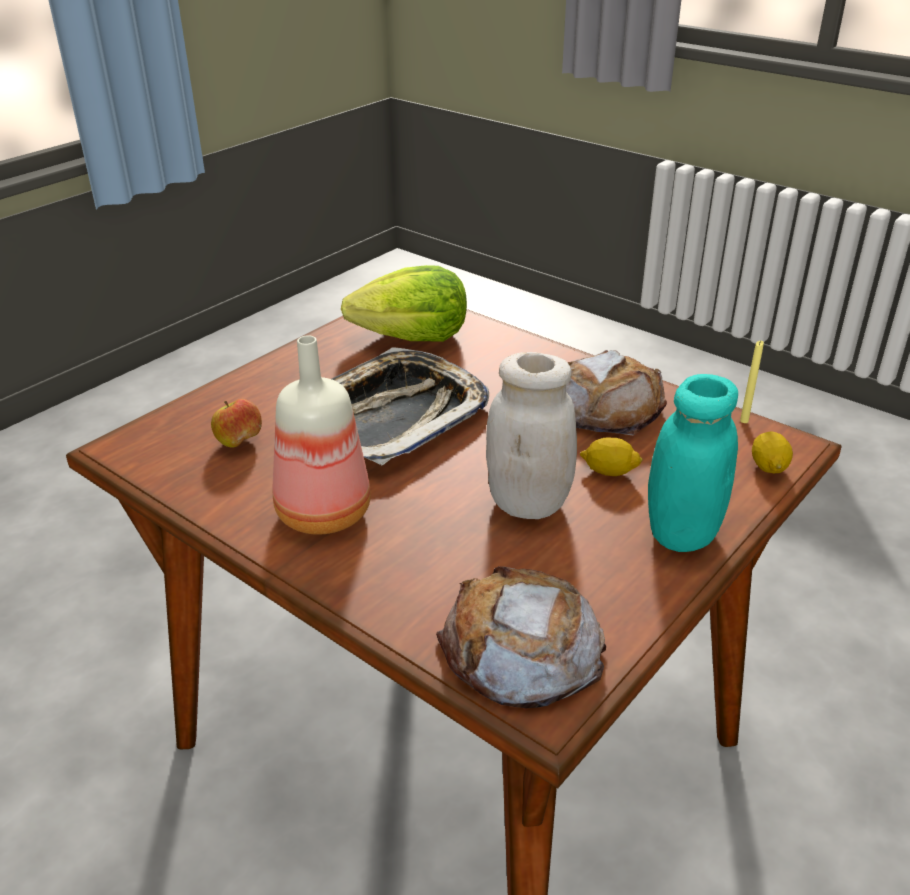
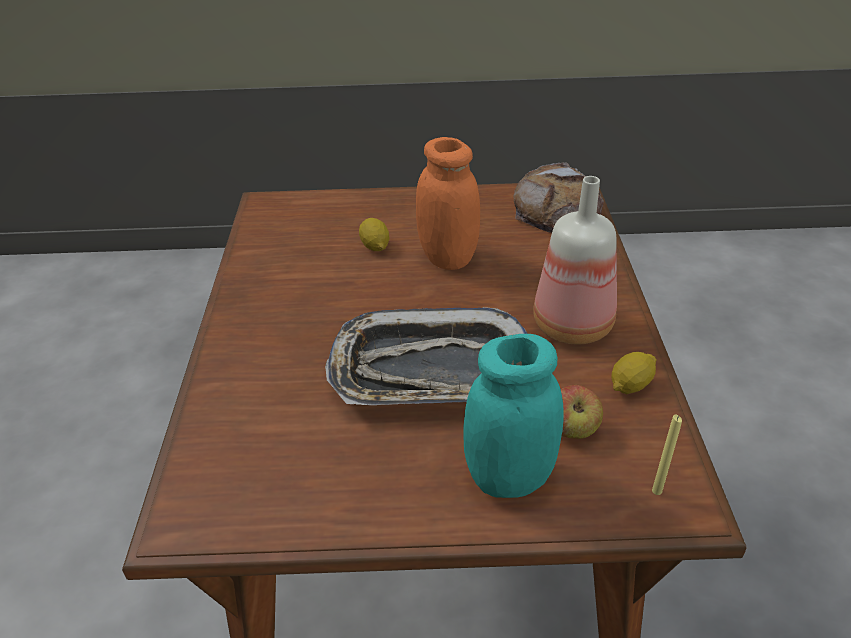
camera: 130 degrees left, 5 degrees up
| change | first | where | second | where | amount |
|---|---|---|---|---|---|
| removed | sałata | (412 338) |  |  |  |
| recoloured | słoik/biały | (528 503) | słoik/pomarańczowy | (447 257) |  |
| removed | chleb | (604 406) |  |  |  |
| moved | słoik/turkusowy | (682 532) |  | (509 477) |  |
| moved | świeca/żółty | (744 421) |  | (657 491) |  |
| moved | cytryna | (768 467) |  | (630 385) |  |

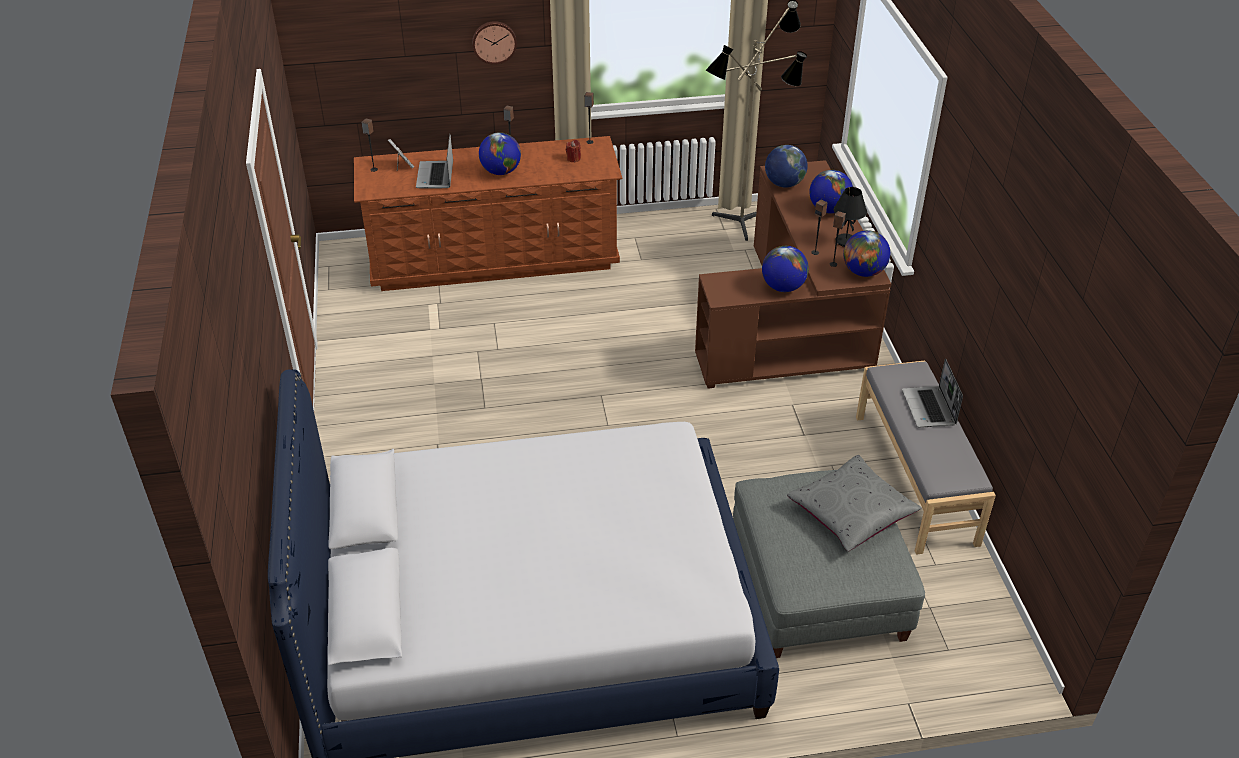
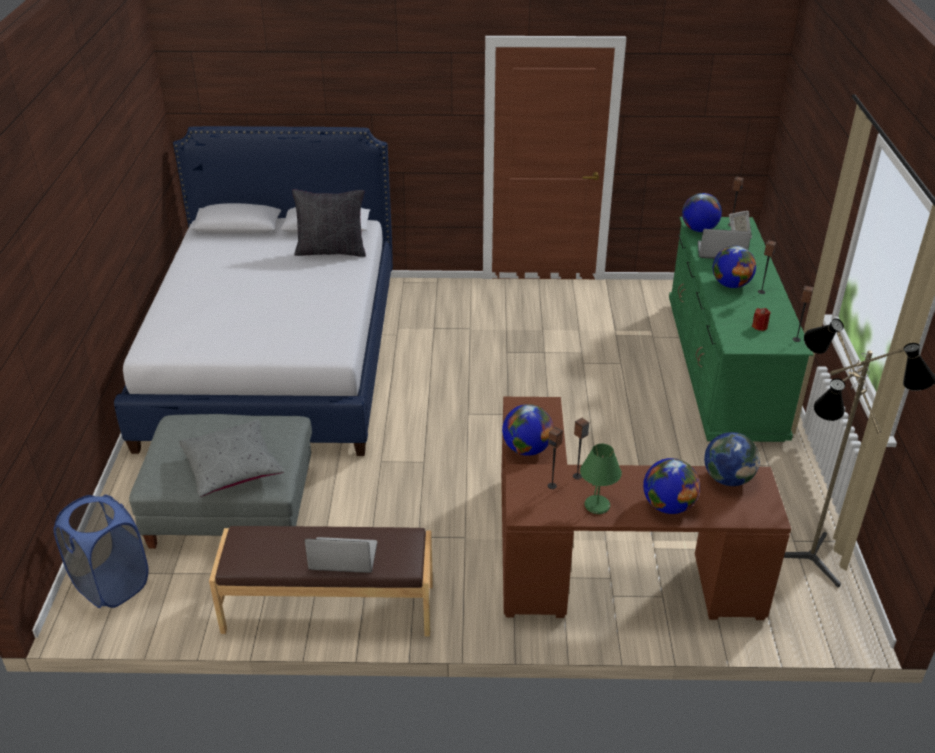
camera: 100 degrees right, 5 degrees down
| change | first | where | second | where | amount |
|---|---|---|---|---|---|
| recoloured | komoda/brązowy | (494 259) | komoda/zielony | (722 369) |  |
| removed | zegar ścienny | (494 41) |  |  |  |
| recoloured | lampa stołowa/czarny | (846 241) | lampa stołowa/zielony | (597 506) |  |
| moved | globus | (863 272) |  | (699 229) |  |
| recoloured | ławka/szary | (916 478) | ławka/brązowy | (329 608) |  |
| added |  |  | kosz na pranie/niebieski | (111 584) |  |
| added |  |  | poduszka/czarny | (331 251) |  |

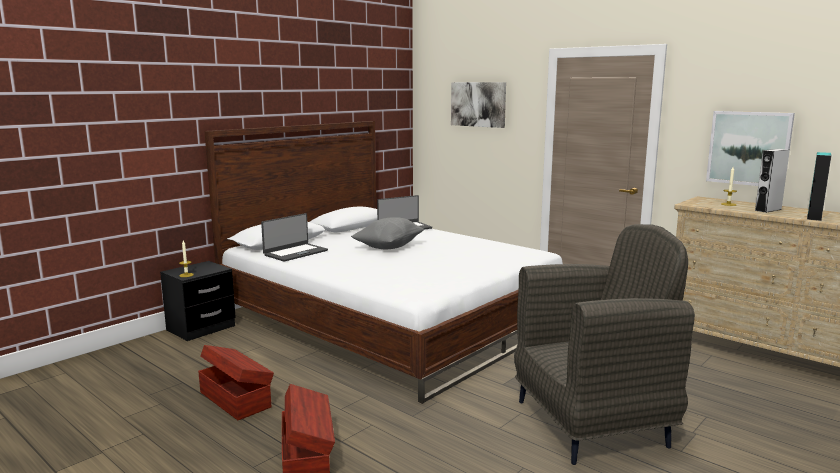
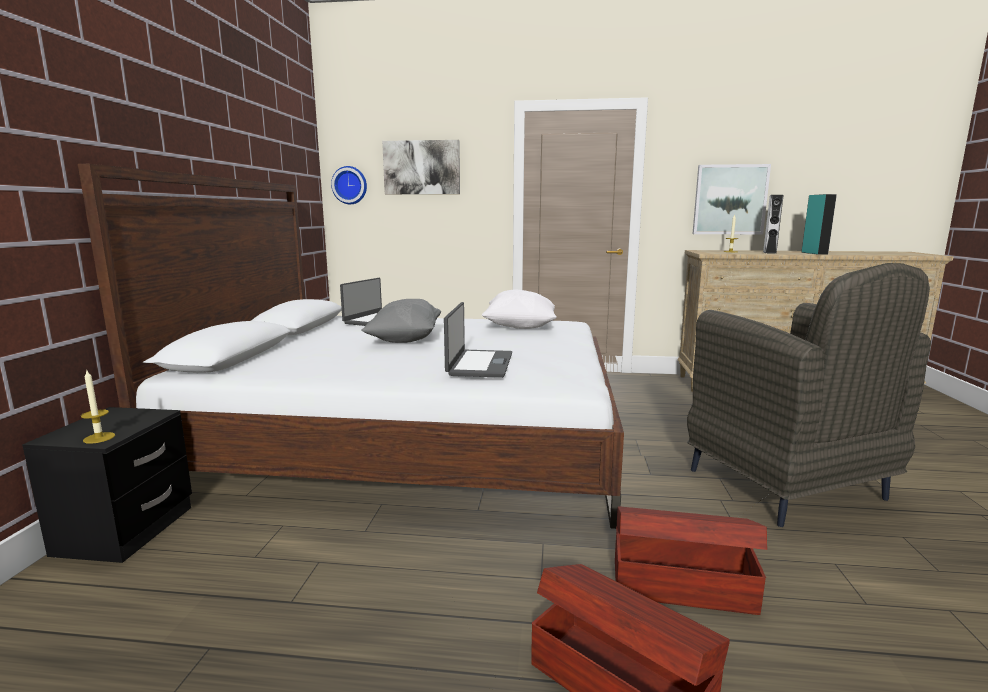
camera: 35 degrees left, 0 degrees up
| change | first | where | second | where | amount |
|---|---|---|---|---|---|
| moved | pojemnik do przechowywania/brązowy | (236 399) |  | (680 584) |  |
| moved | laptop | (295 253) |  | (479 364) |  |
| turned | fotel/szary | (593 423) |  | (787 486) | 120 degrees clockwise |
| added |  |  | zegar ścienny | (350 185) |  |
| added |  |  | poduszka/biały | (519 327) |  |

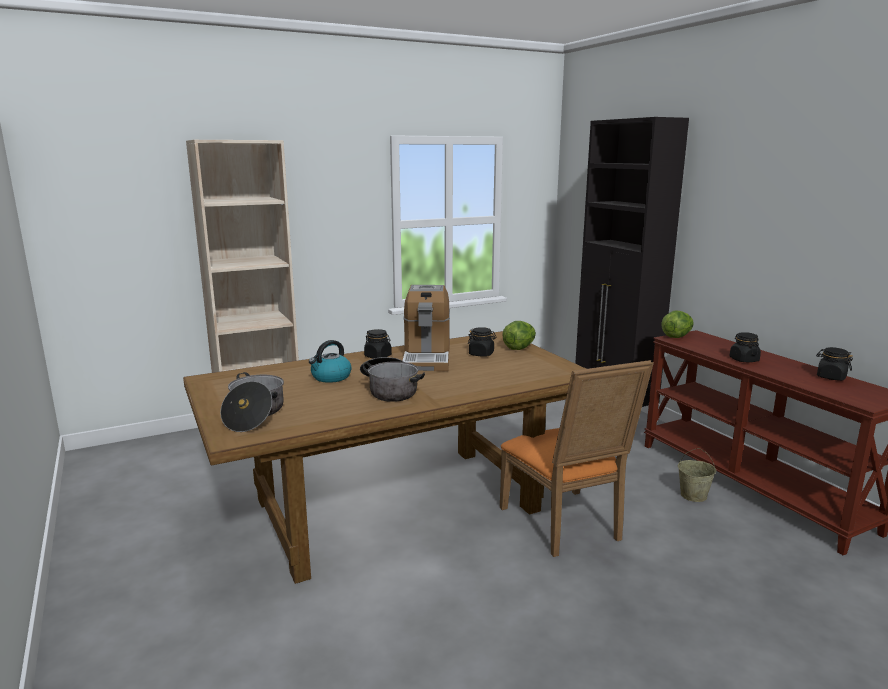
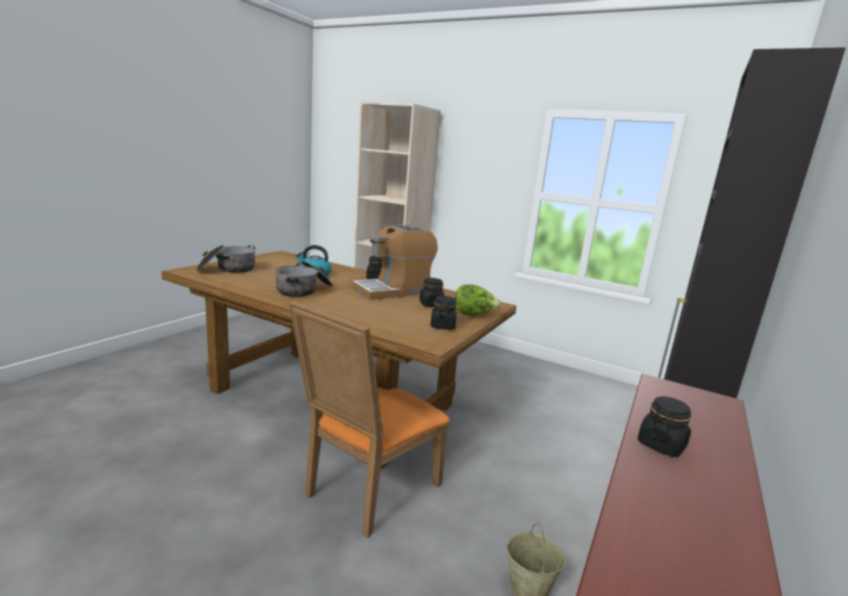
camera: 55 degrees right, 0 degrees up
| change | first | where | second | where | amount |
|---|---|---|---|---|---|
| removed | sałata | (677 336) |  |  |  |
| moved | słoik/czarny | (831 377) |  | (442 326) |  |

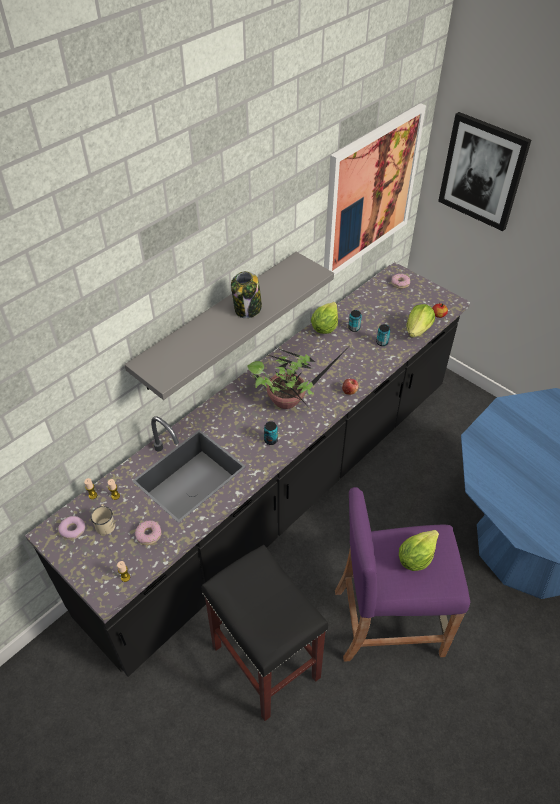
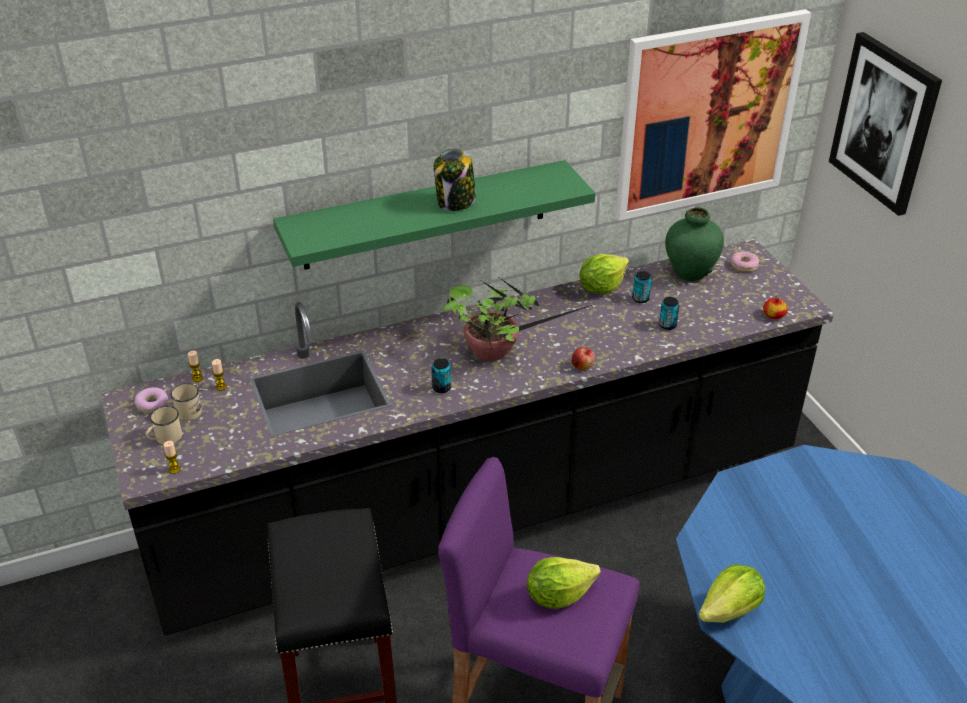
camera: 25 degrees right, 10 degrees down
| change | first | where | second | where | amount |
|---|---|---|---|---|---|
| recoloured | półka/szary | (218 321) | półka/zielony | (425 215) |  |
| removed | donut | (149 535) |  |  |  |
| moved | sałata | (418 330) |  | (730 610) |  |
| added |  |  | kubek/beżowy | (165 438) |  |
| added |  |  | wazon/zielony | (690 273) |  |

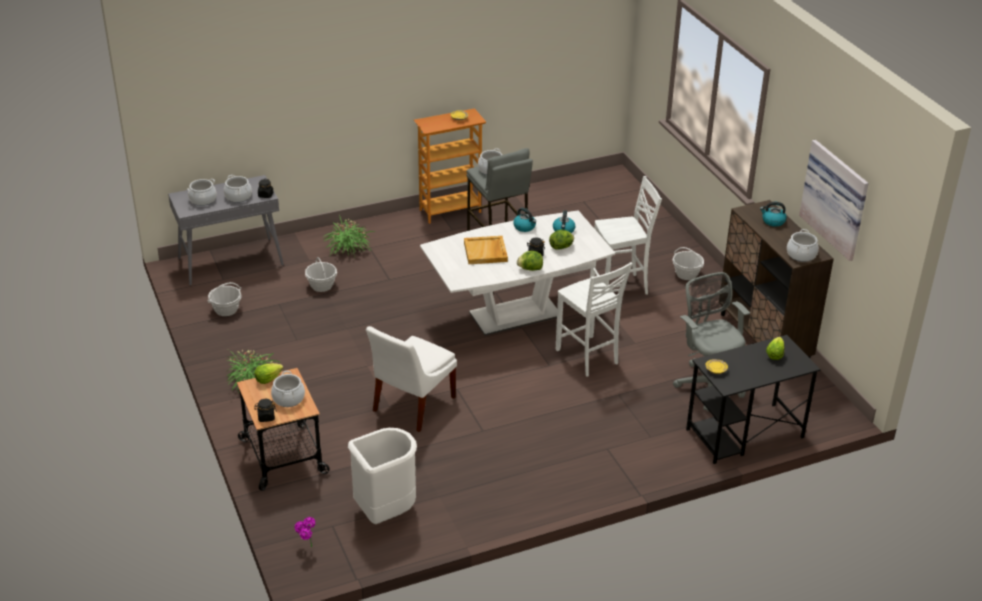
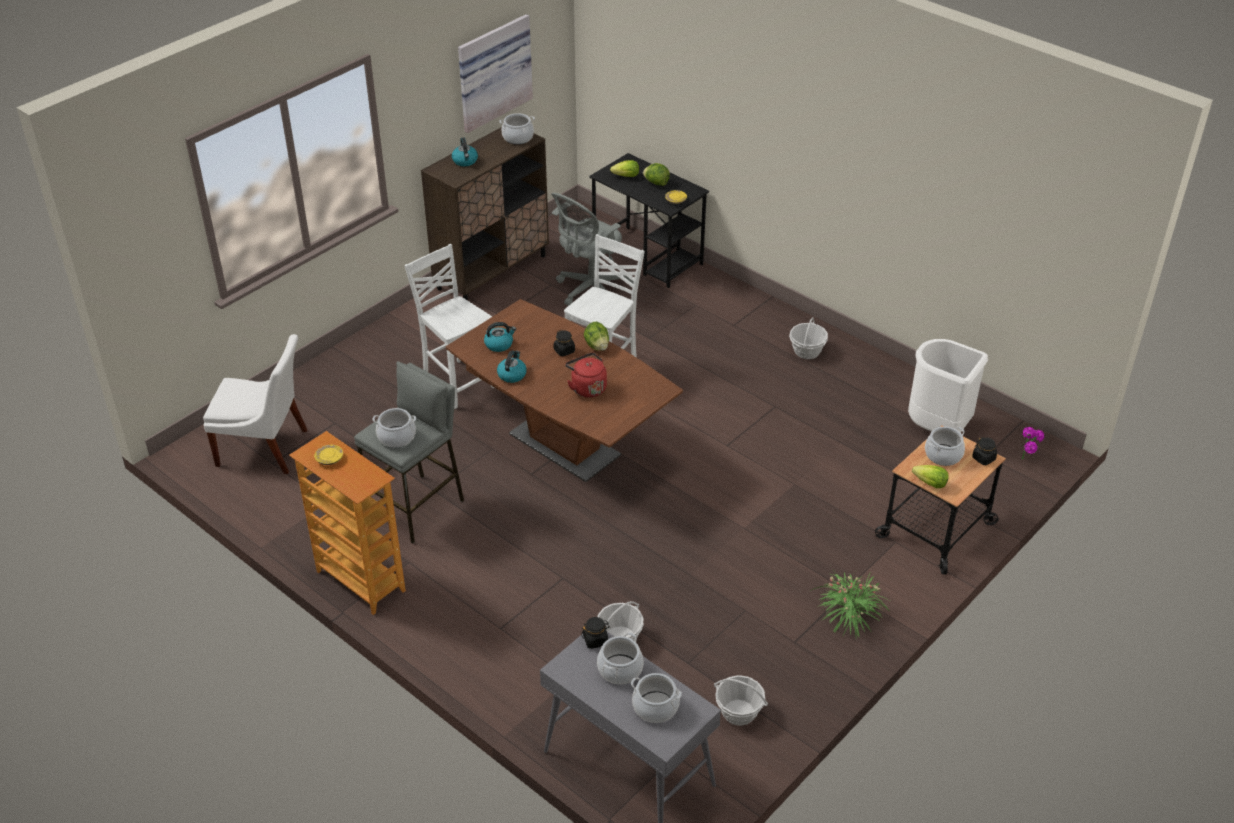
camera: 115 degrees left, 5 degrees up
| change | first | where | second | where | amount |
|---|---|---|---|---|---|
| removed | roślina doniczkowa | (348 248) |  |  |  |
| moved | krzesło/biały | (411 406) |  | (266 449) |  |
| recoloured | stół jadalny/biały | (515 315) | stół jadalny/brązowy | (564 445) |  |
| replaced | taca/beżowy | (486 252) | czajnik/czerwony | (587 388) |  |
| moved | sałata | (561 247) |  | (656 183) |  |
| moved | koszyk | (686 274) |  | (807 351) |  |

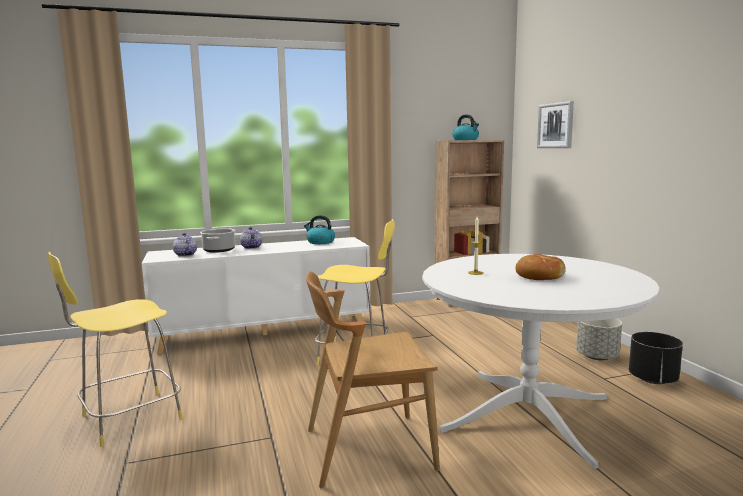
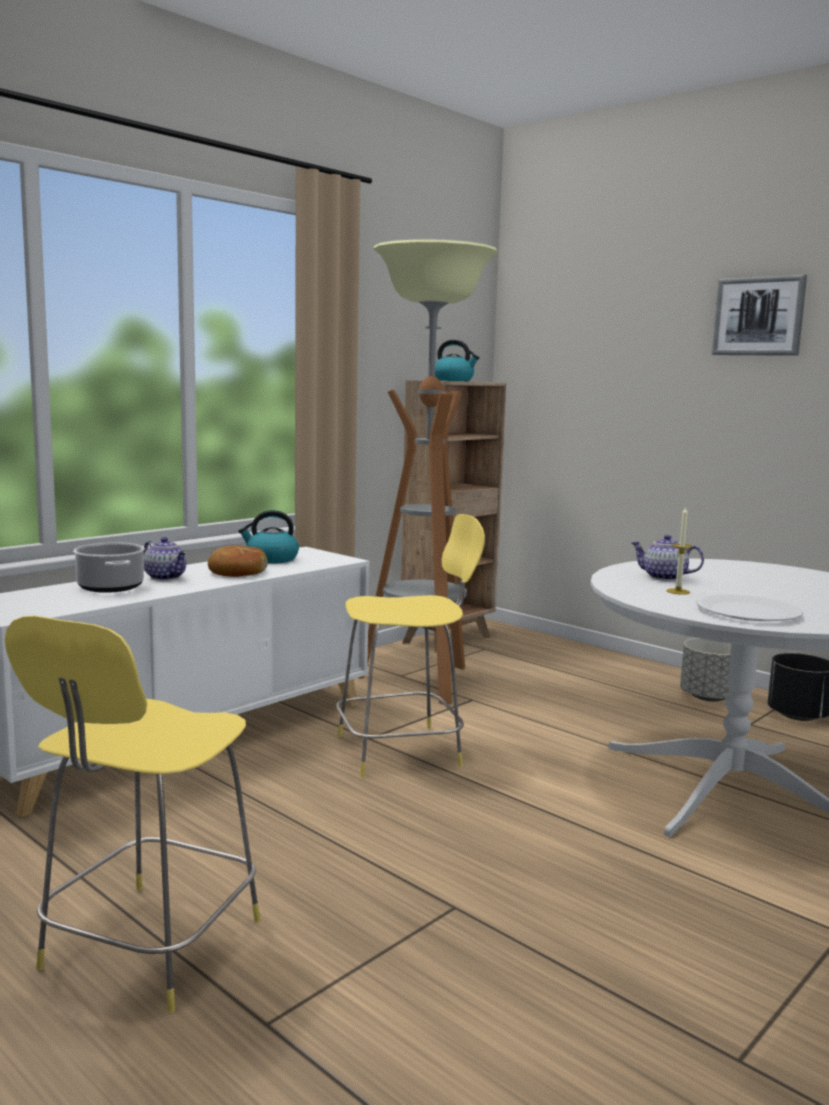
camera: 30 degrees left, 0 degrees up
| change | first | where | second | where | amount |
|---|---|---|---|---|---|
| moved | imbryk | (185 255) |  | (663 577) |  |
| removed | krzesło/brązowy | (368 448) |  |  |  |
| moved | chleb | (539 276) |  | (237 572) |  |
| moved | obraz | (556 125) |  | (758 316) |  |
| added |  |  | lampa stojąca | (422 682) |  |
| added |  |  | talerz/biały | (747 611) |  |

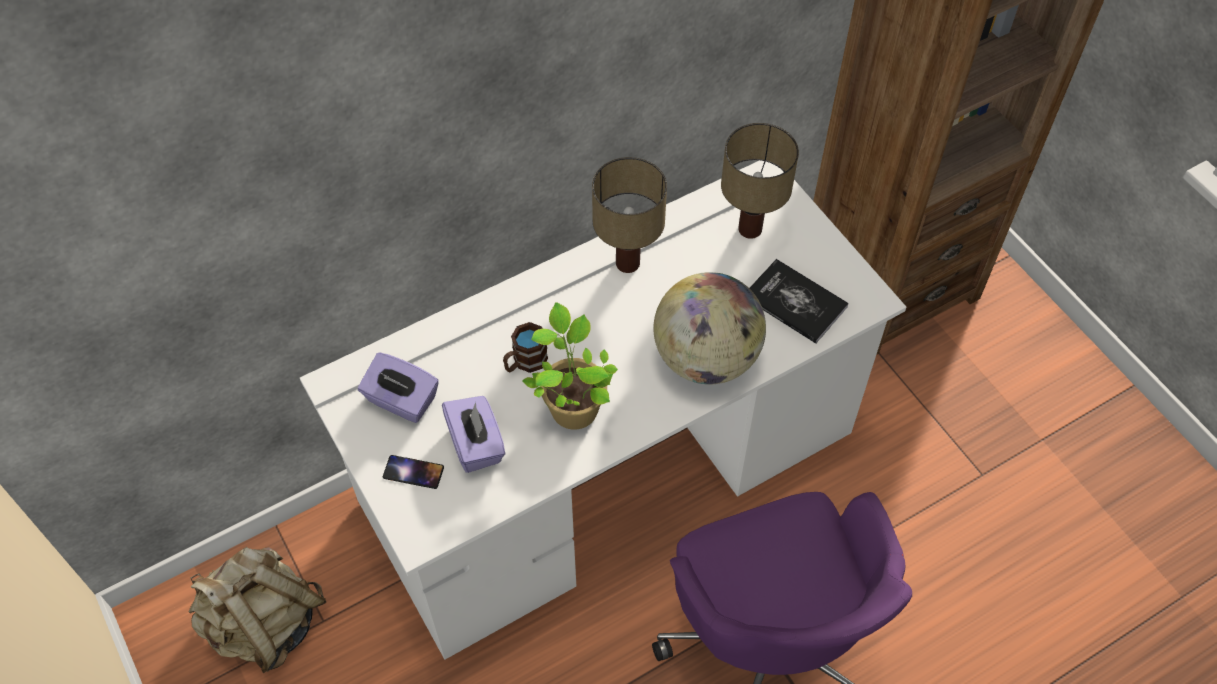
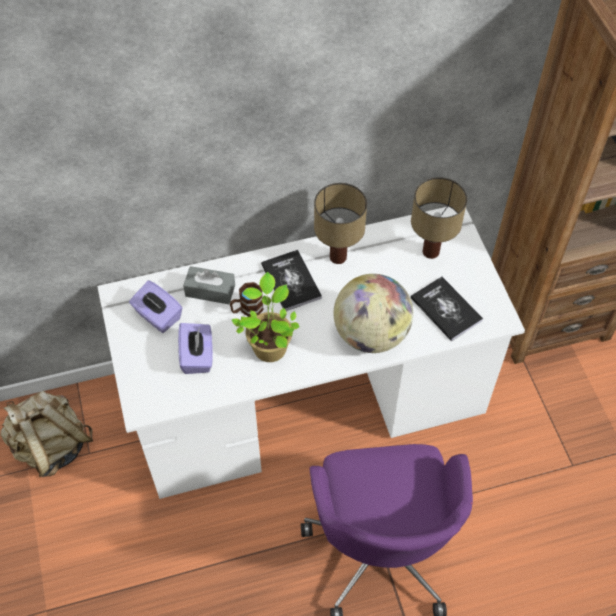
camera: 15 degrees right, 0 degrees up
| change | first | where | second | where | amount |
|---|---|---|---|---|---|
| removed | telefon | (413 472) |  |  |  |
| added |  |  | pudełko chusteczek/szary | (210 290) |  |
| added |  |  | książka | (291 281) |  |

